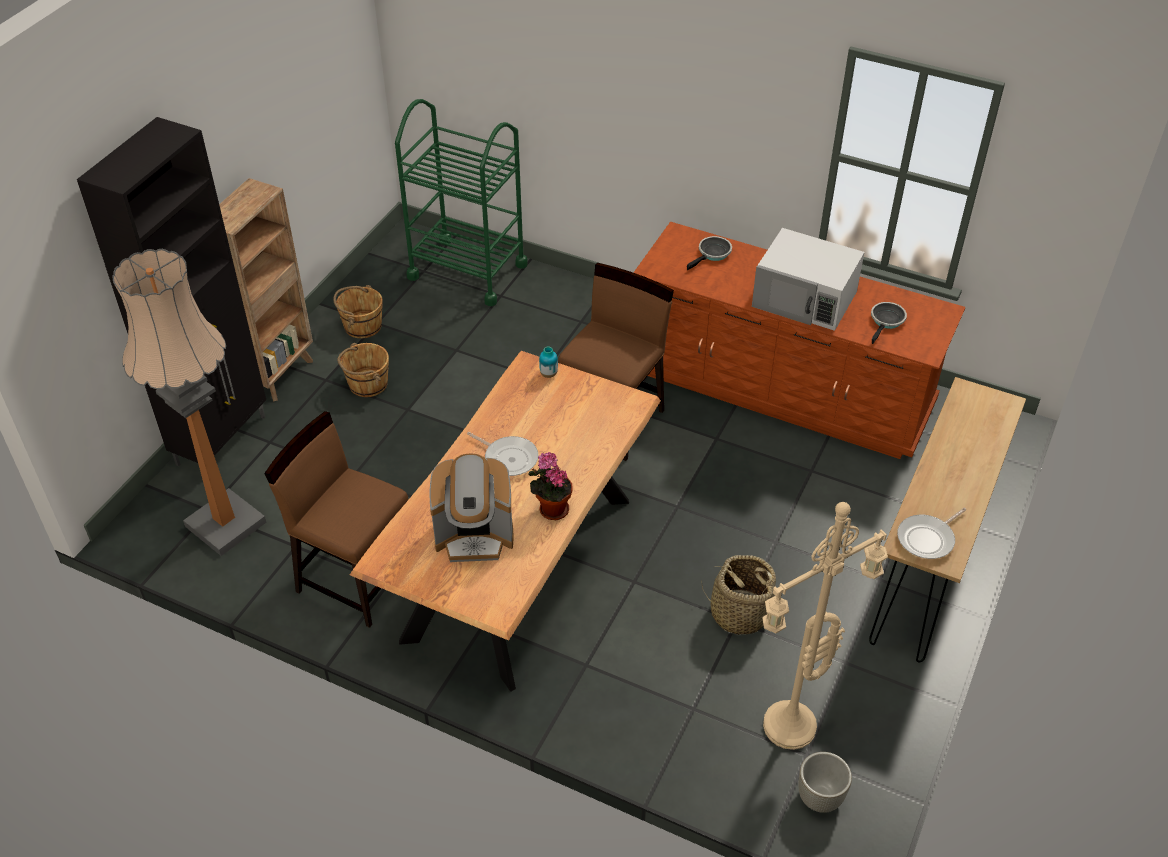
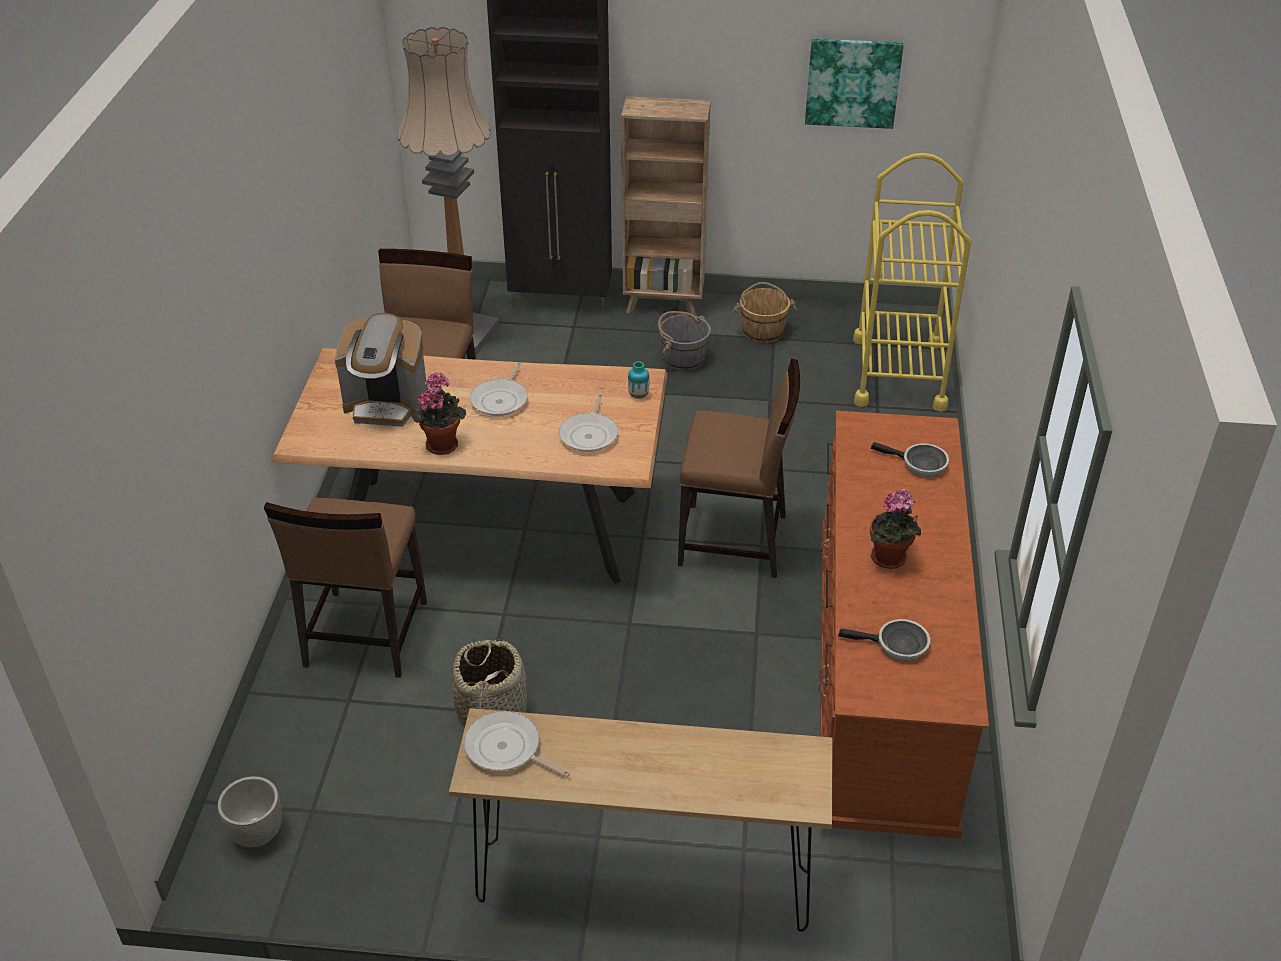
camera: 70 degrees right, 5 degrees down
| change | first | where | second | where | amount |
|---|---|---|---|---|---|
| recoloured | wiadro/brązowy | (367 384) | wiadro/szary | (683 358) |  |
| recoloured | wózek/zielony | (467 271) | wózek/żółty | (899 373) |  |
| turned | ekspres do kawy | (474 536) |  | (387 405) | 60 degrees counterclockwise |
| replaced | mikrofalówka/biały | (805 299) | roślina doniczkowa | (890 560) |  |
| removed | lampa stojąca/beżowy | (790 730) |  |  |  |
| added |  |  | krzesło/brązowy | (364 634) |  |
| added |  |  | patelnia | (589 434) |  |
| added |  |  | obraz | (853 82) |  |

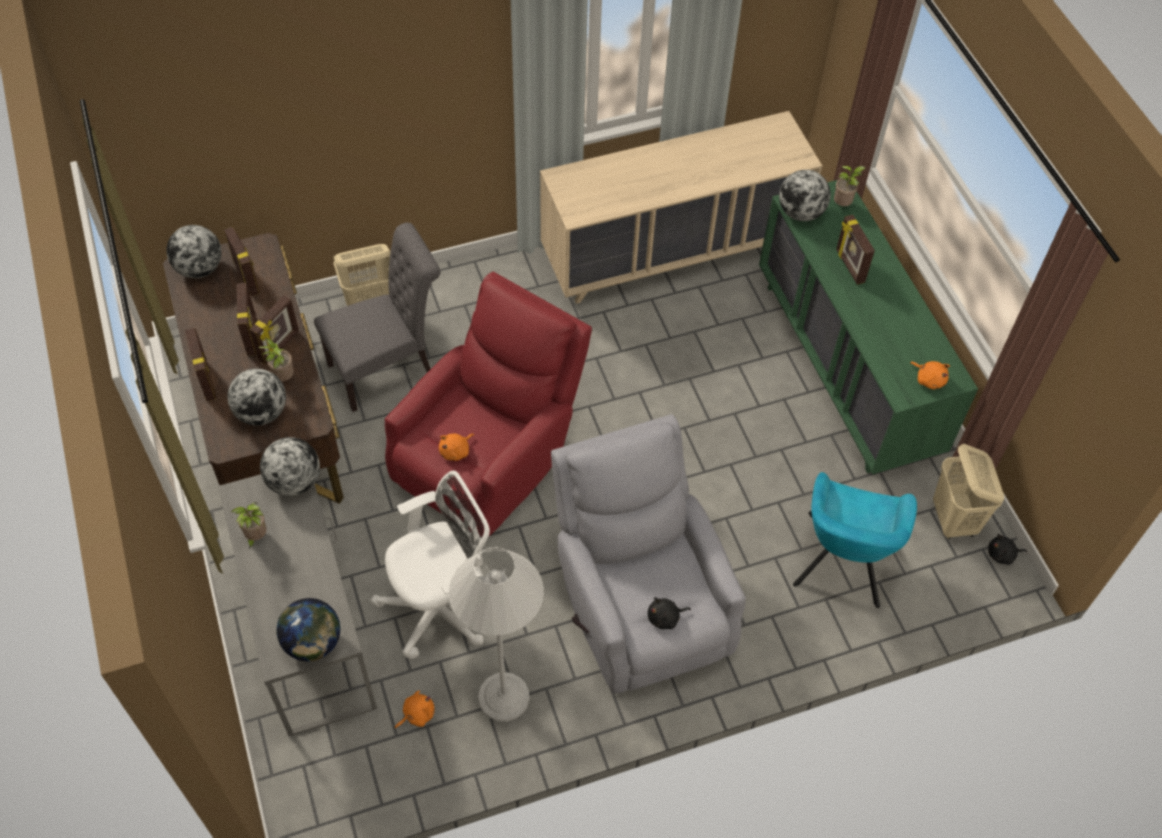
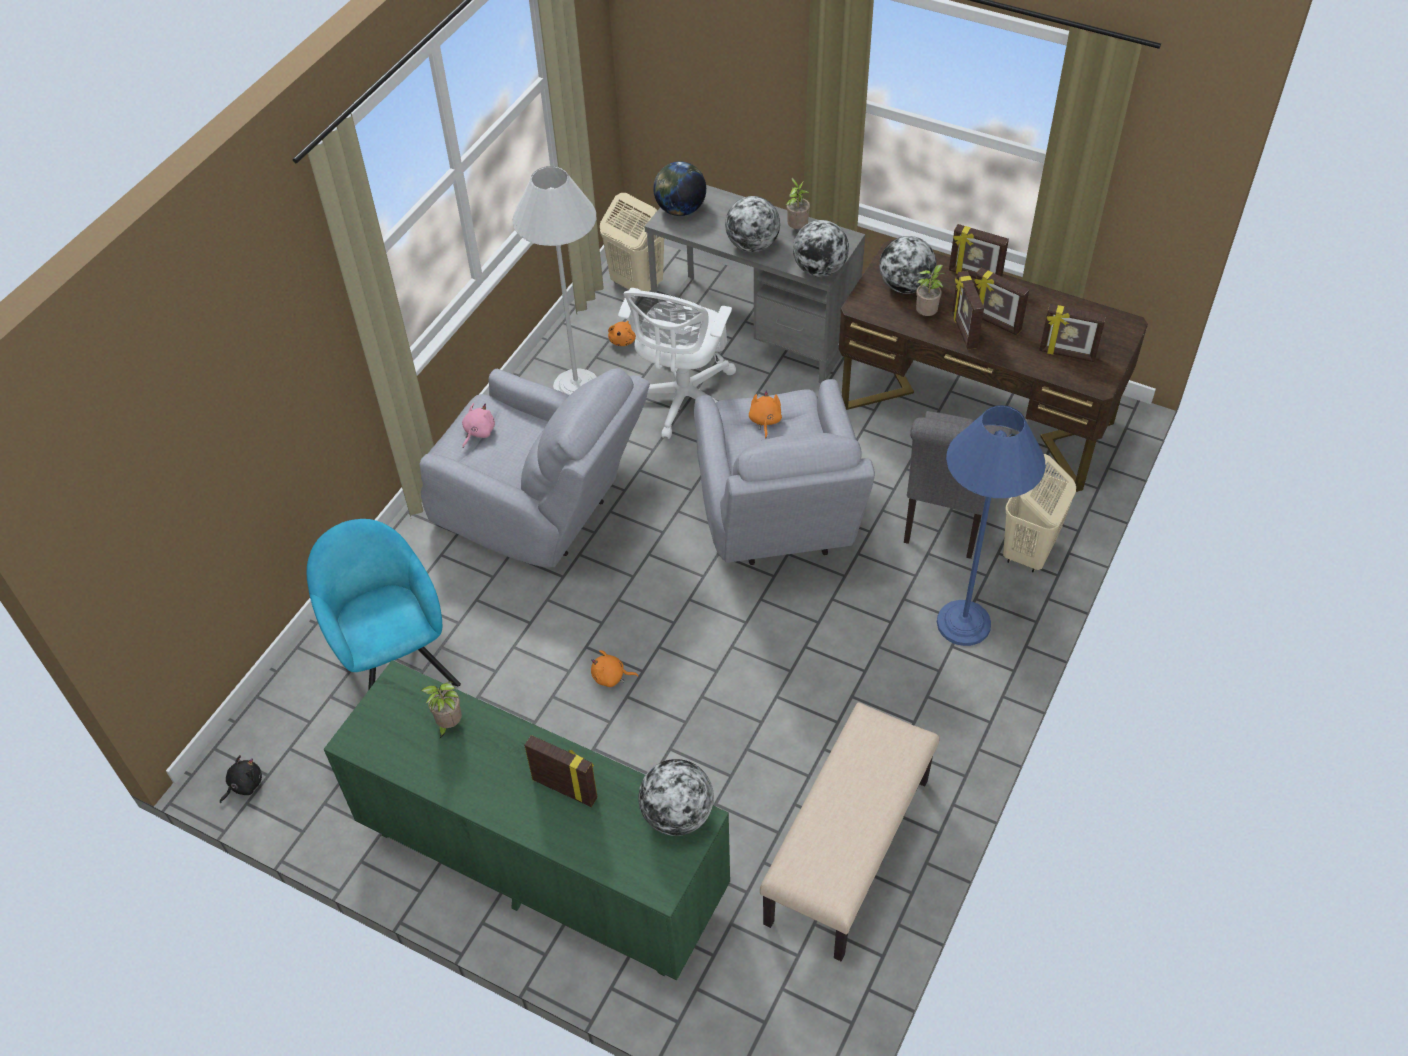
camera: 140 degrees right, 5 degrees down
| change | first | where | second | where | amount |
|---|---|---|---|---|---|
| moved | globus | (199 268) |  | (752 245) |  |
| recoloured | fotel/czerwony | (488 454) | fotel/szary | (779 520) |  |
| replaced | komoda/beżowy | (672 251) | ławka/beżowy | (849 852) |  |
| recoloured | pluszak/czarny | (665 618) | pluszak/różowy | (478 432) |  |
| moved | roślina doniczkowa | (843 204) |  | (448 724) |  |
| moved | pluszak/pomarańczowy | (929 379) |  | (611 677) |  |
| moved | kosz na pranie/beżowy | (954 520) |  | (636 284) |  |
| added |  |  | lampa stojąca/niebieski | (963 623) |  |

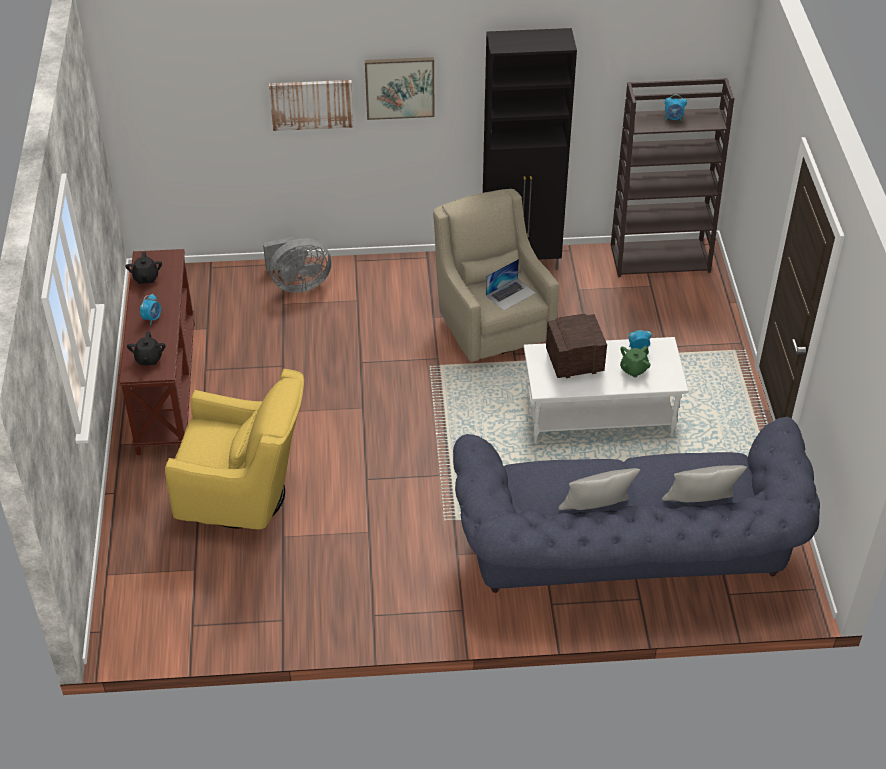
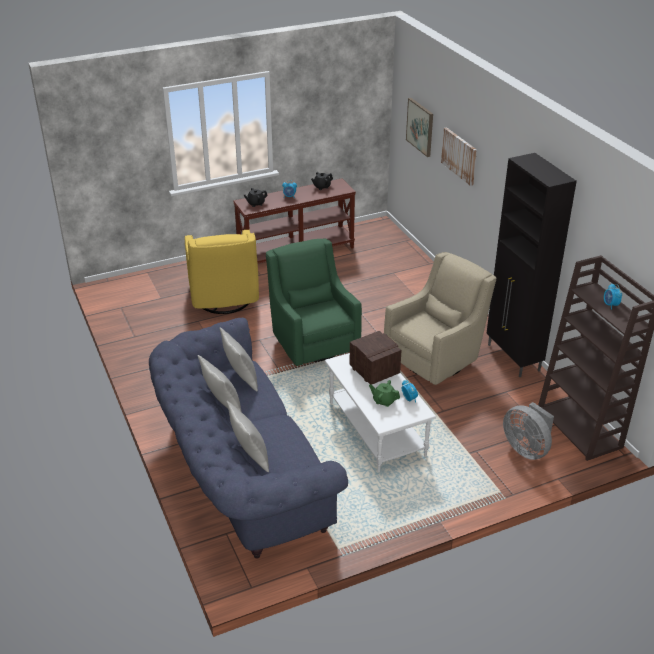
camera: 70 degrees right, 10 degrees down
| change | first | where | second | where | amount |
|---|---|---|---|---|---|
| moved | wentylator/szary | (298 284) |  | (526 449) |  |
| moved | obraz | (399 87) |  | (420 127) |  |
| removed | laptop | (510 294) |  |  |  |
| added |  |  | poduszka/szary | (240 378) |  |
| added |  |  | fotel/zielony | (312 342) |  |

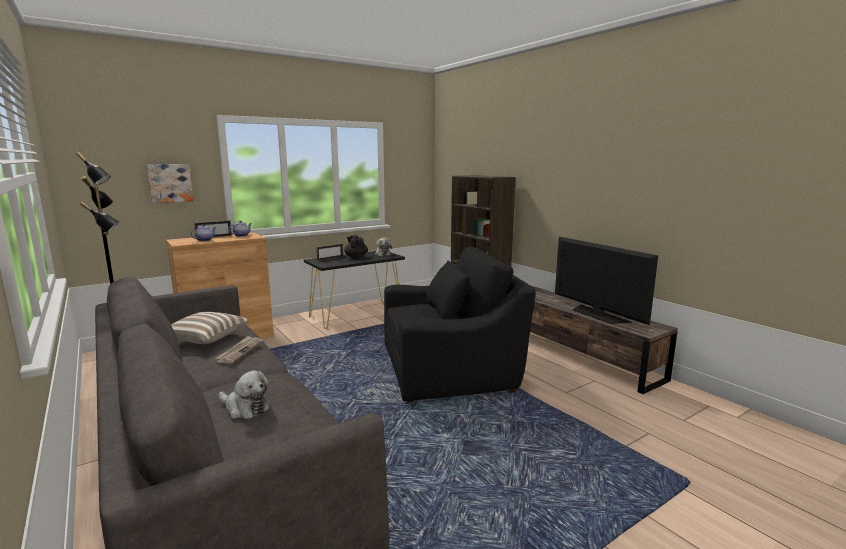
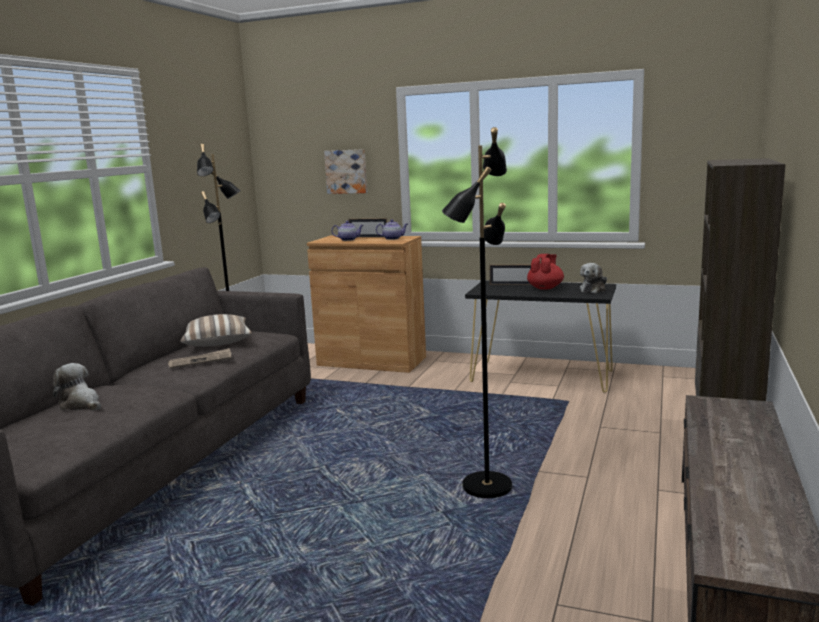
camera: 55 degrees right, 0 degrees up
| change | first | where | second | where | amount |
|---|---|---|---|---|---|
| turned | pluszak | (245 408) |  | (81 405) | 135 degrees clockwise |
| recoloured | imbryk/czarny | (356 257) | imbryk/czerwony | (545 288) |  |
| replaced | fotel/czarny | (450 369) | lampa stojąca/czarny | (486 486) |  |
| removed | telewizor | (597 315) |  |  |  |

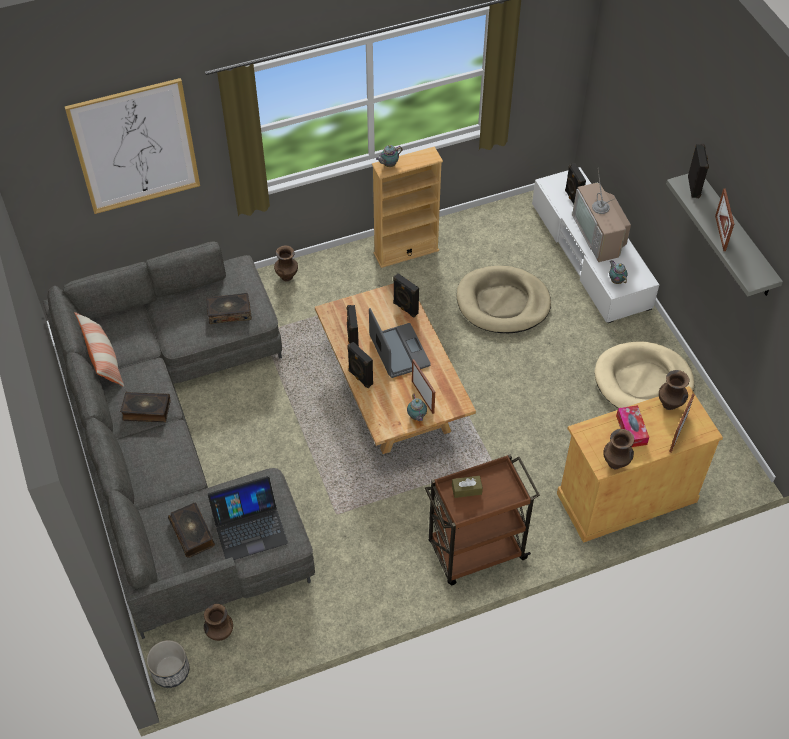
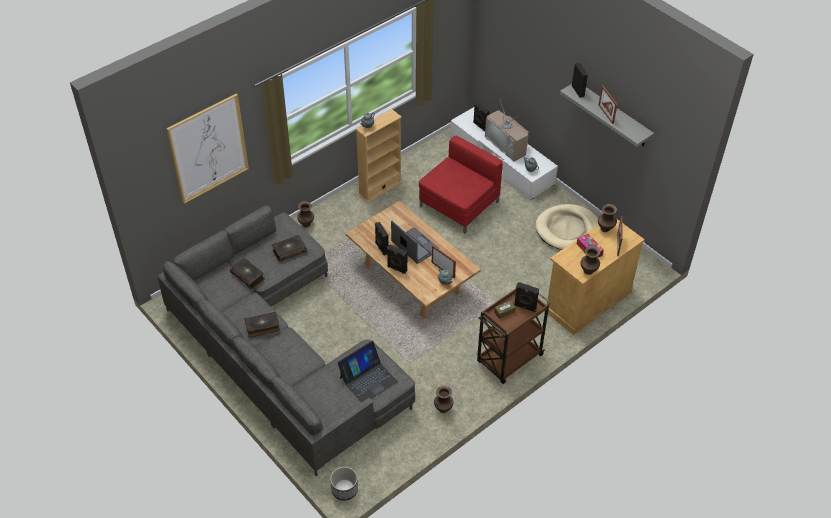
camera: 20 degrees left, 5 degrees down
| change | first | where | second | where | amount |
|---|---|---|---|---|---|
| removed | poduszka | (103 359) |  |  |  |
| moved | książka | (193 533) |  | (248 276) |  |
| moved | wazon/brązowy | (220 634) |  | (443 409) |  |
| moved | głośnik/czarny | (405 308) |  | (524 307) |  |
| replaced | legowisko/beżowy | (502 303) | fotel/czerwony | (458 204) |  |

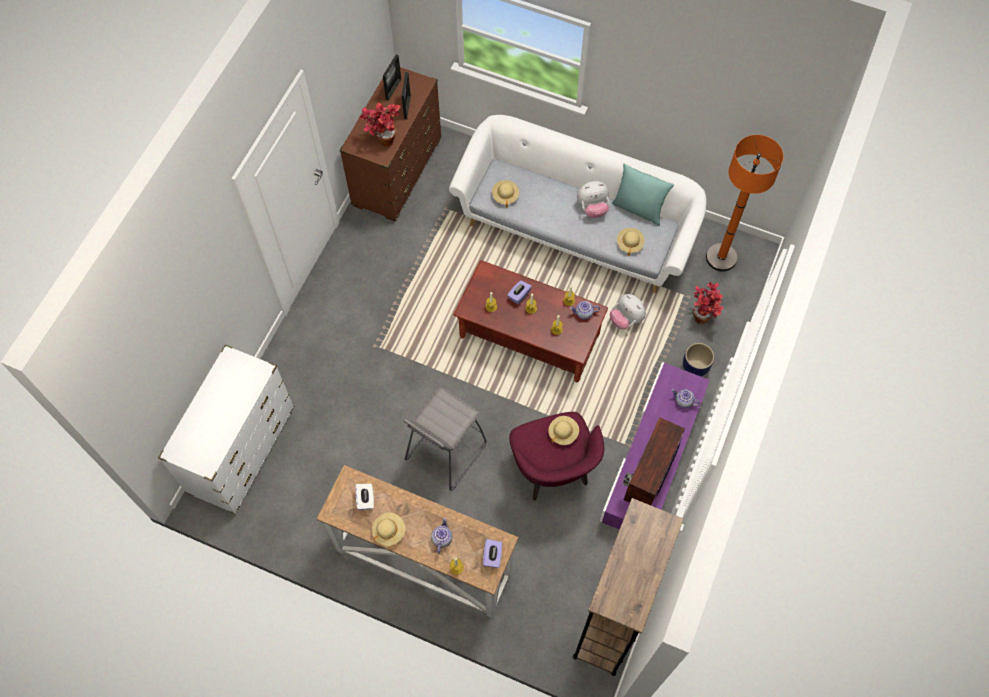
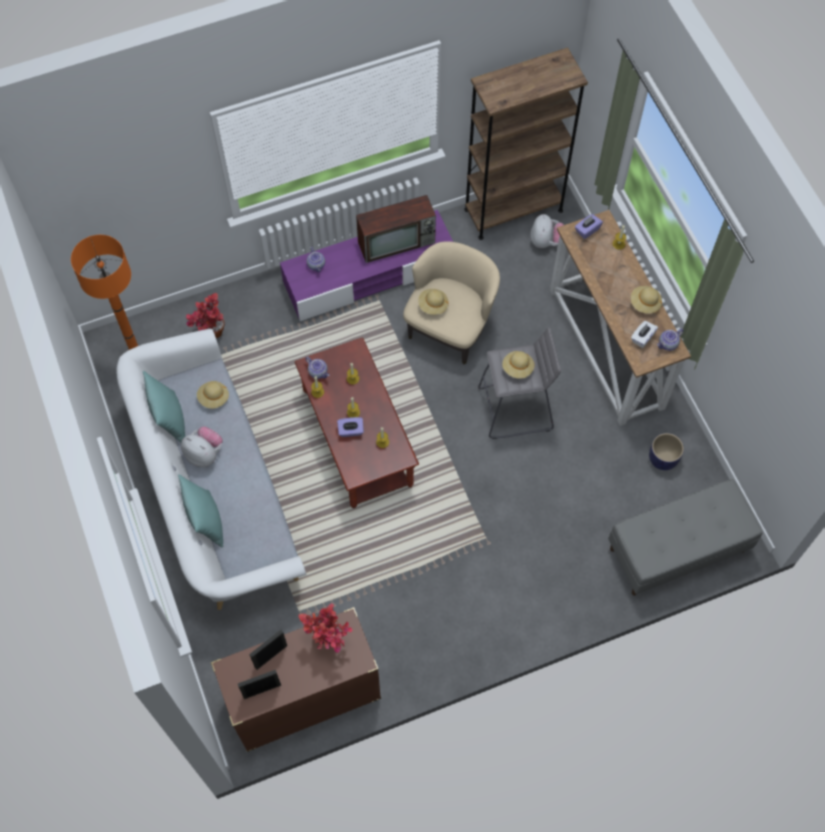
camera: 135 degrees left, 0 degrees up
| change | first | where | second | where | amount |
|---|---|---|---|---|---|
| replaced | komoda/biały | (242 451) | ławka/szary | (677 550) |  |
| moved | imbryk | (441 538) |  | (668 344) |  |
| moved | kapelusz/beżowy | (505 196) |  | (517 368) |  |
| recoloured | fotel/fioletowy | (552 470) | fotel/beżowy | (450 327) |  |
| moved | pluszak | (626 319) |  | (546 241) |  |
| moved | donica | (695 366) |  | (663 459) |  |
| added |  |  | poduszka/turkusowy | (206 521) |  |

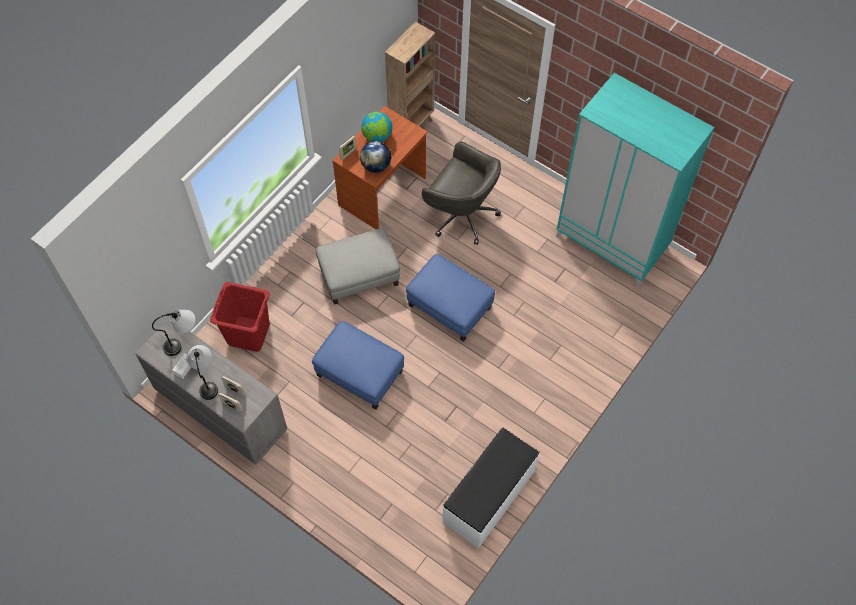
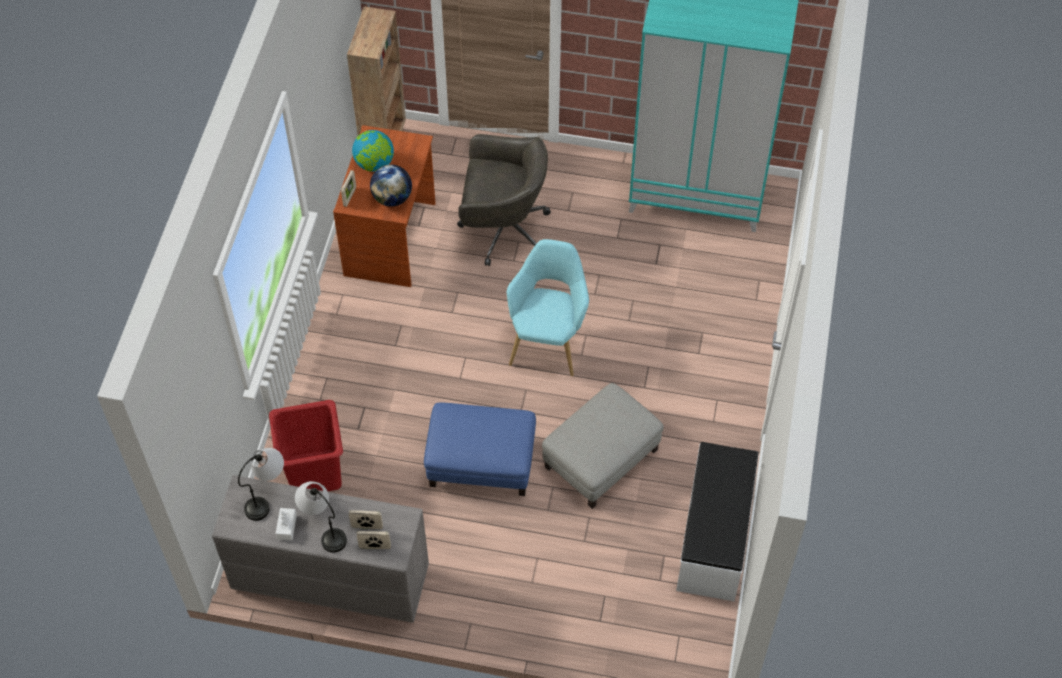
camera: 25 degrees left, 5 degrees down
| change | first | where | second | where | amount |
|---|---|---|---|---|---|
| moved | pufa/szary | (359 275) |  | (601 457) |  |
| replaced | pufa/niebieski | (450 306) | fotel/turkusowy | (548 340) |  |

